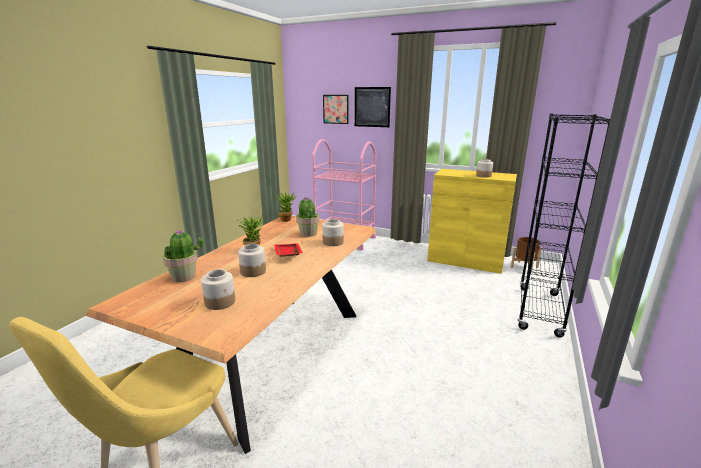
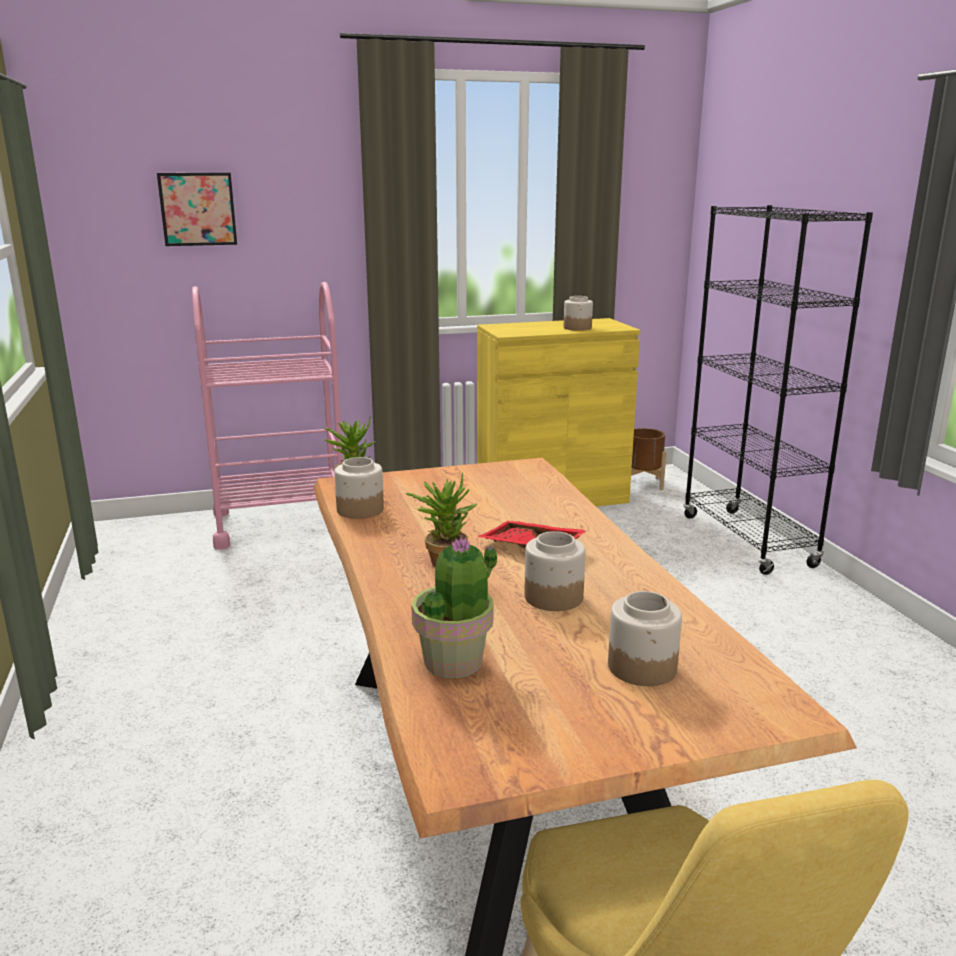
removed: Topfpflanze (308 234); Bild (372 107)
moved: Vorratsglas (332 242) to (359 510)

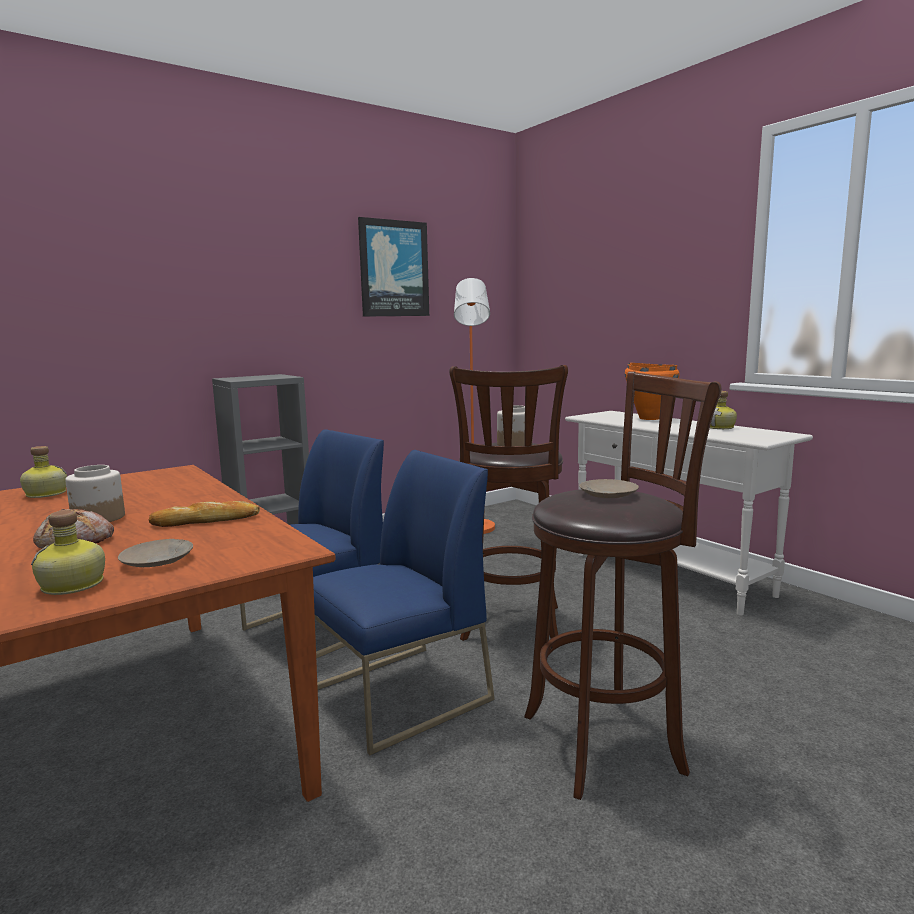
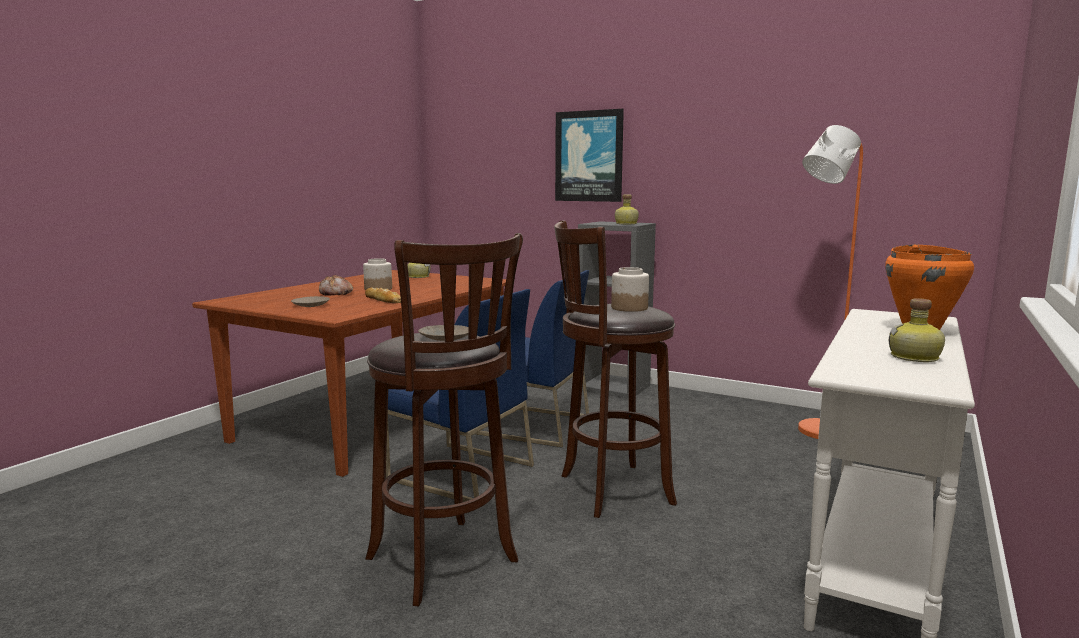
moved: Bild (393 269) to (589 156); Flasche (74 585) to (626 224)

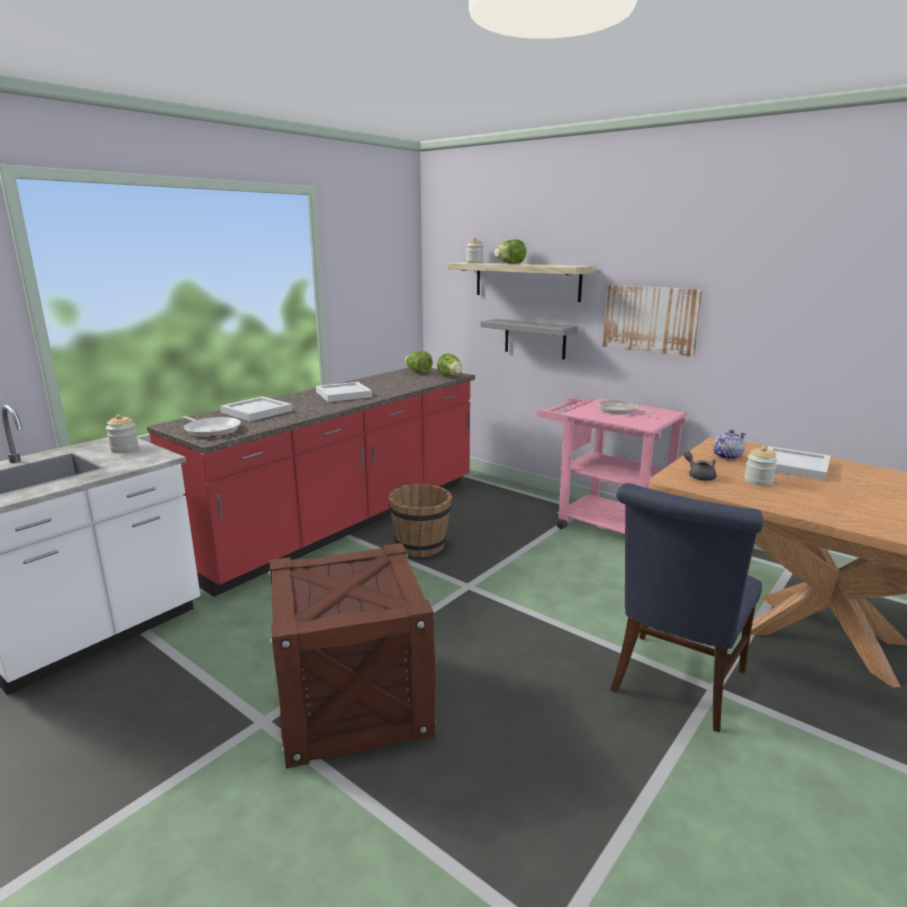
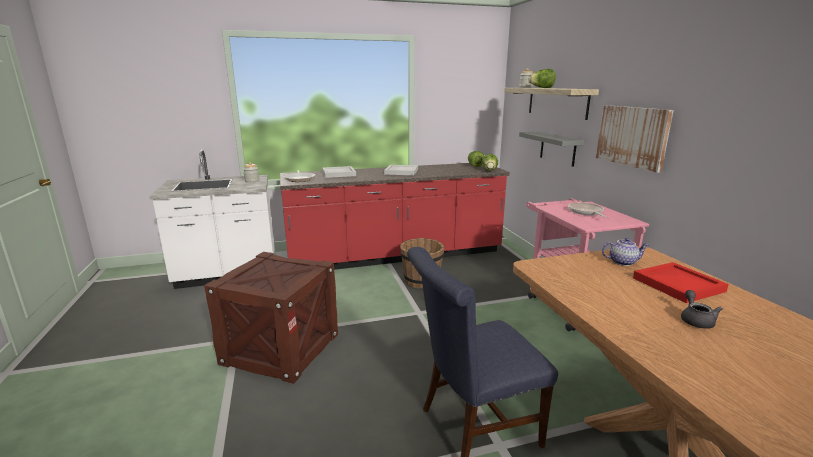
removed: Vorratsglas (758 481)
moved: Teekanne [grau] (699 476) to (696 320)
recoloured: Tablett [weiß] (795 466) to Tablett [rot] (678 285)

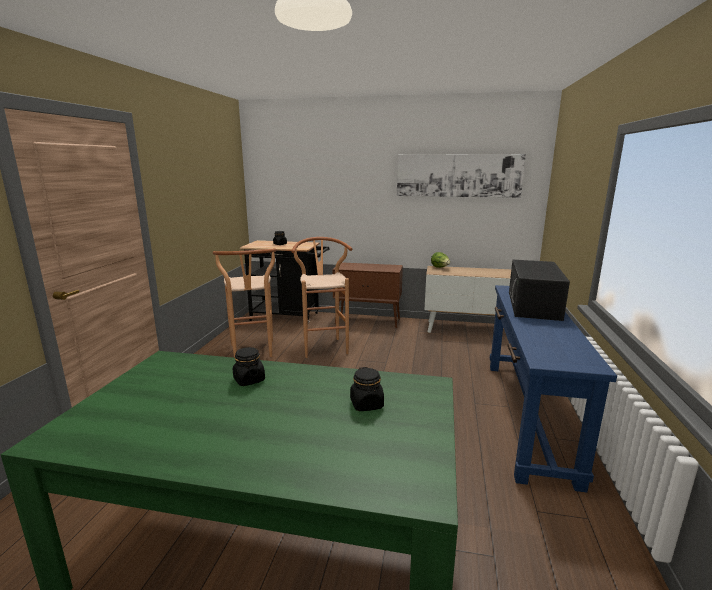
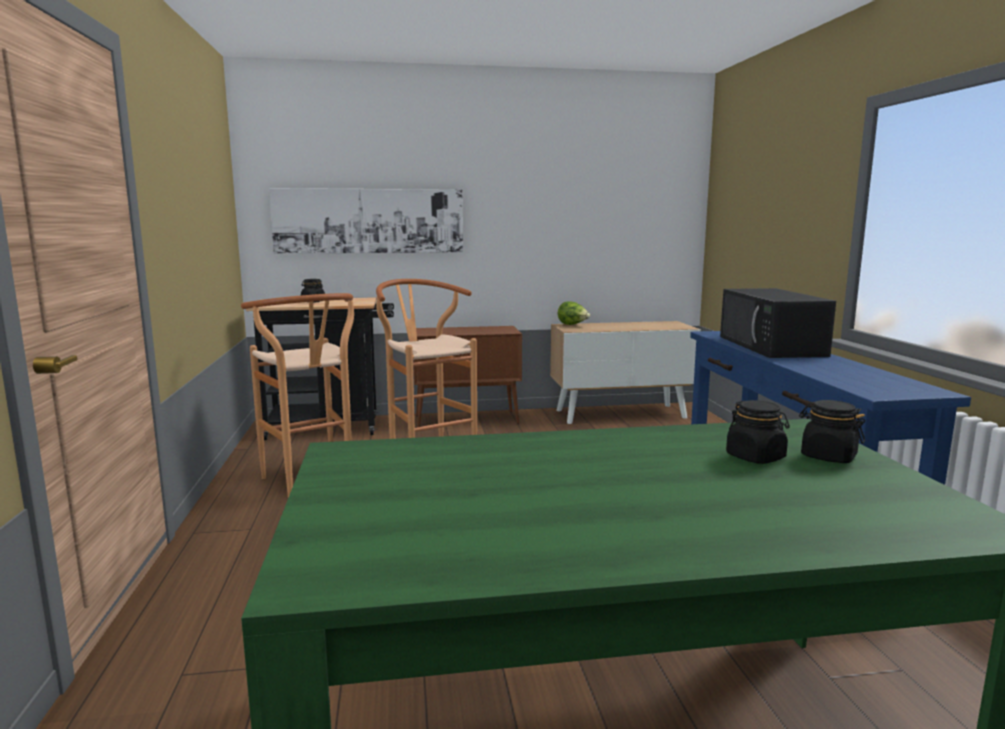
moved: Bild (458 175) to (369 221); Vorratsglas [schwarz] (249 380) to (828 456)

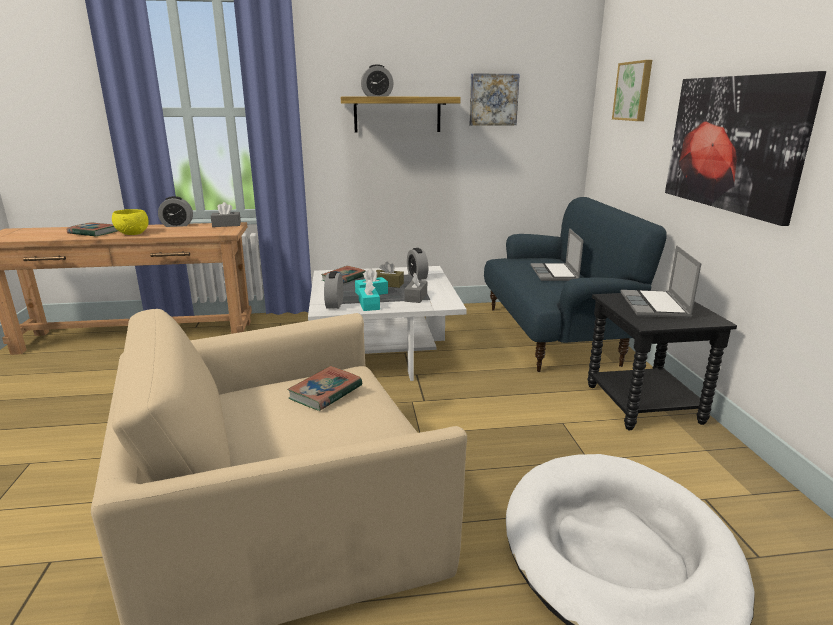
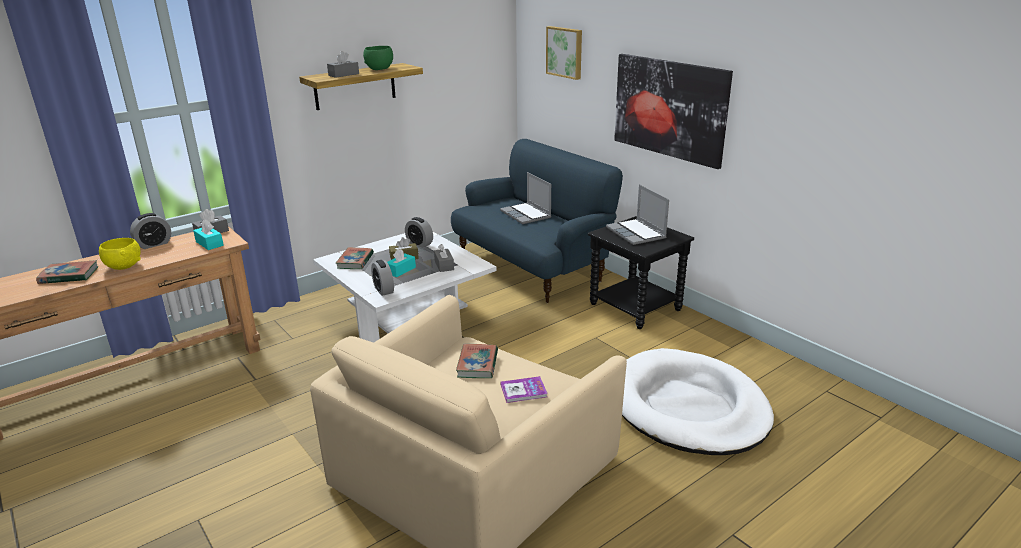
removed: Bild (493 99)
added: Schüssel [grün] (379 69); Buch (523 391)
moved: Taschentuchbox [türkis] (369 305) to (209 243)
replaced: Wecker (377 96) to Taschentuchbox [grau] (343 74)

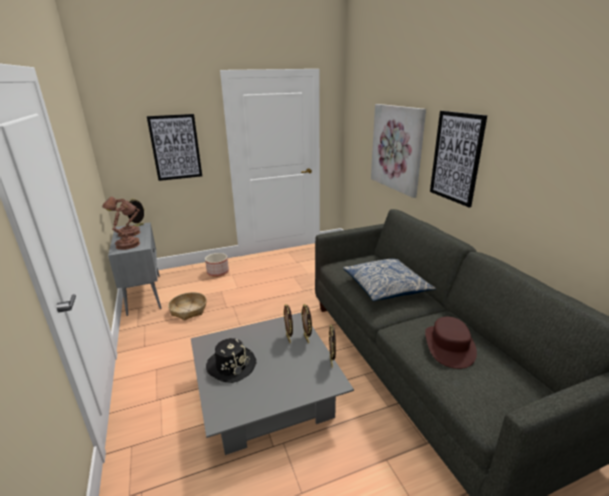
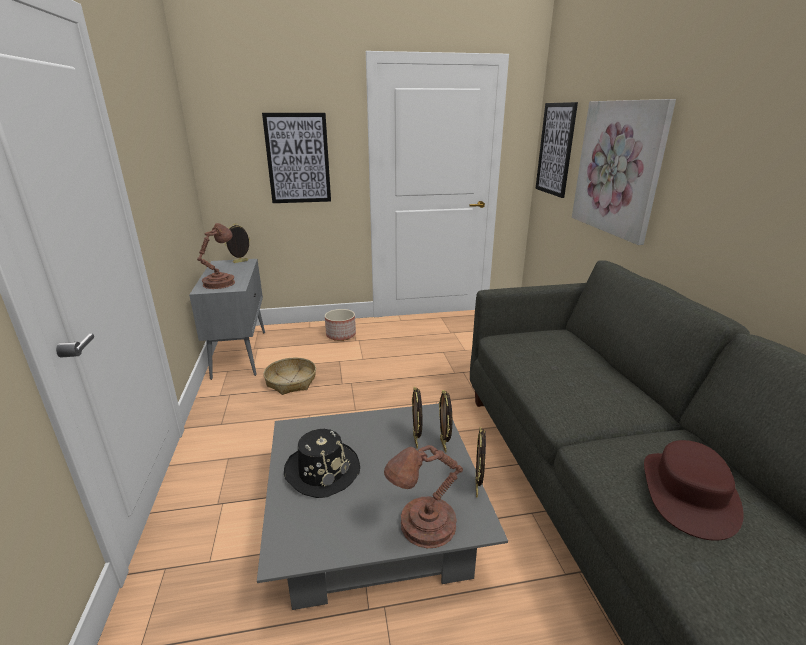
removed: Kissen (385 287)
moved: Tischlampe [braun] (127 234) to (424 527); Bild (456 157) to (555 149)

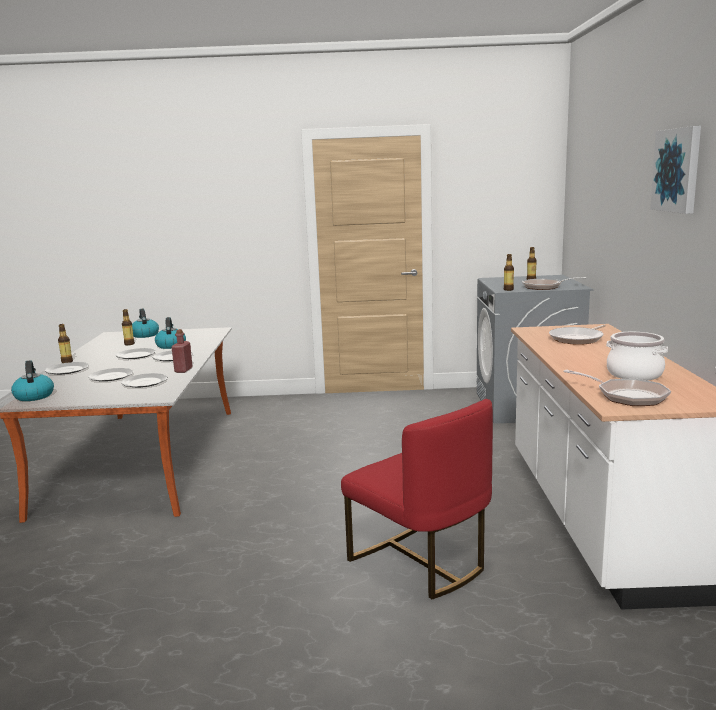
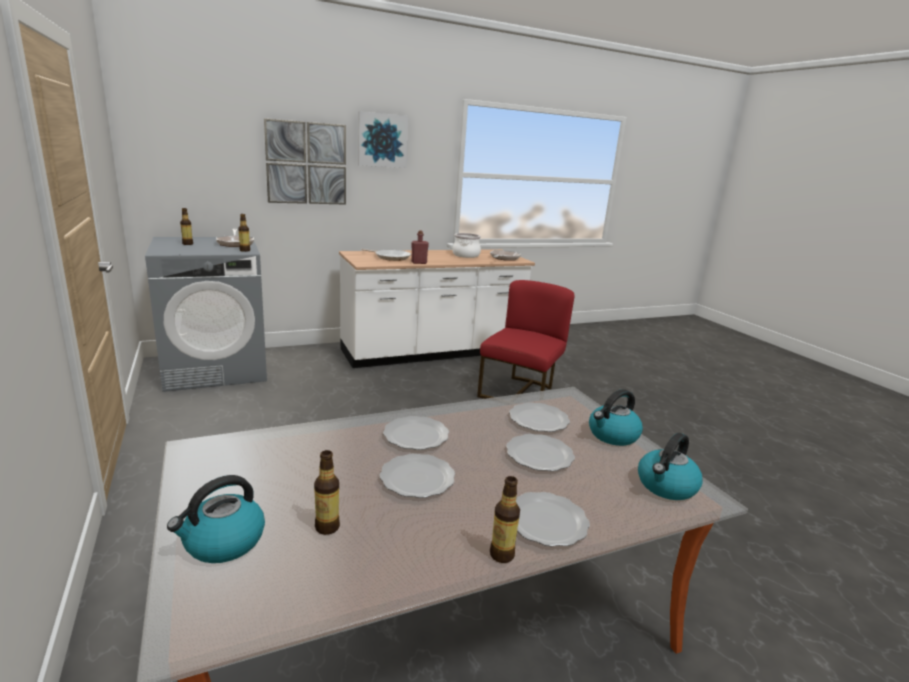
added: Bild (306 163)
moved: Flasche [rot] (183 370) to (419 263); Wasserkessel (171 345) to (612 435)

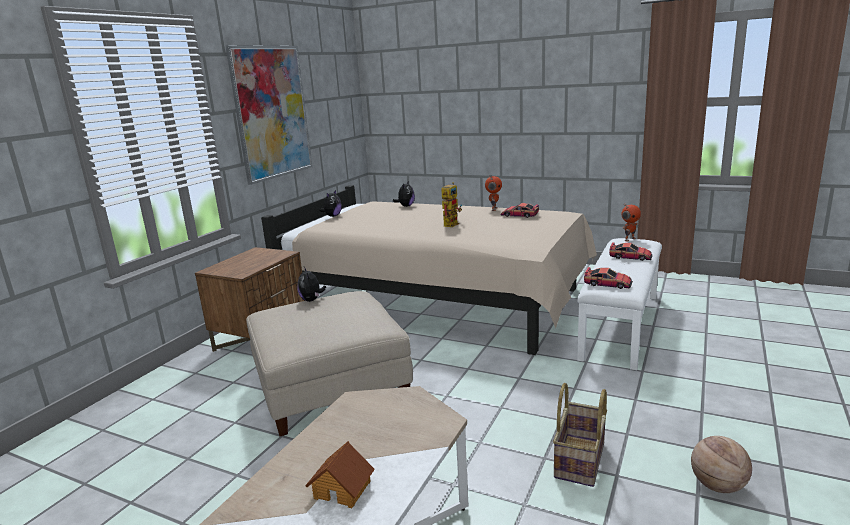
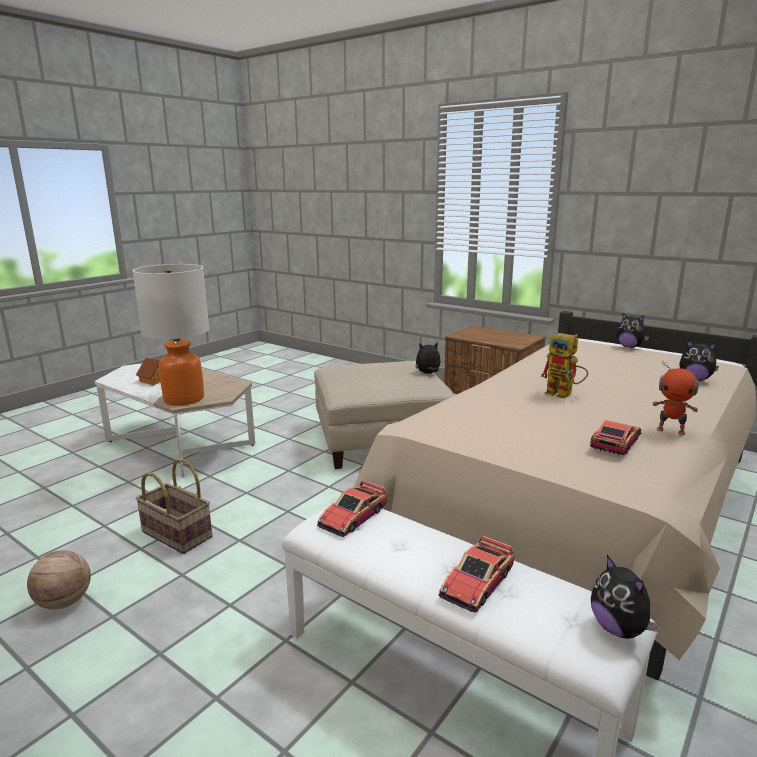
removed: Bild (272 112)
added: Tischlampe (184 399)
replaced: Spielzeugroboter (629 239) to Plüschtier (619 629)

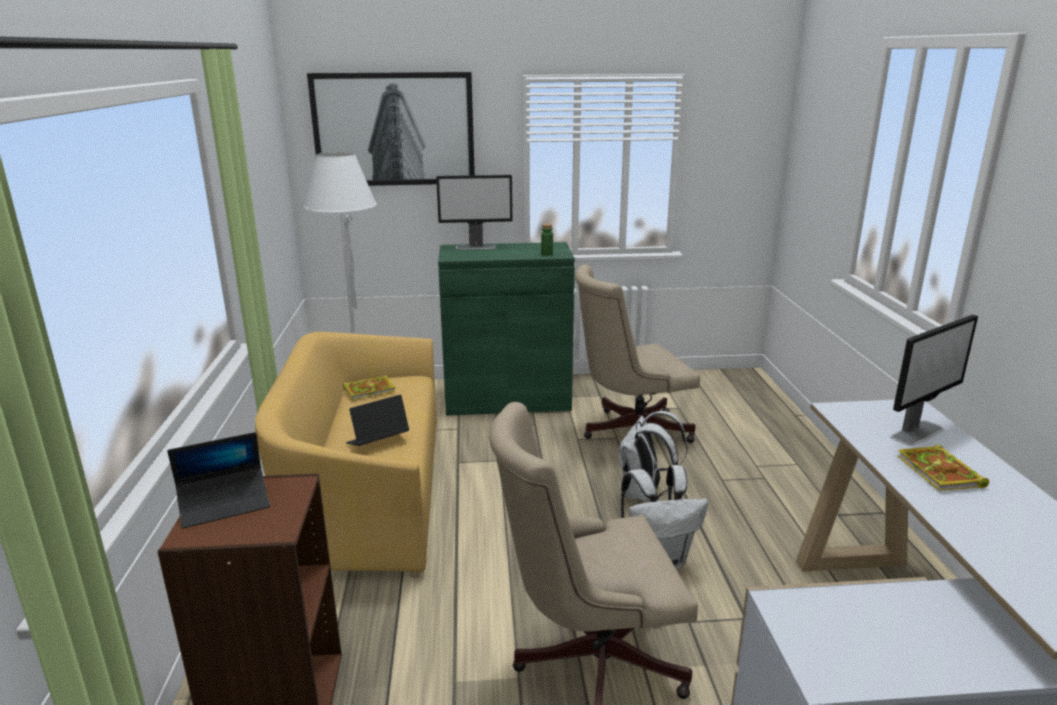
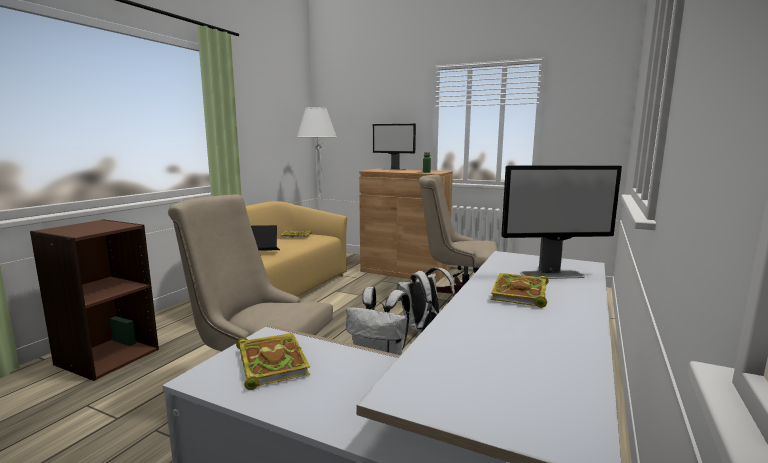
removed: Laptop (224 504); Bild (394 129)
added: Buch (271 362)
recoloured: Schrank [grün] (507 399) to Schrank [braun] (404 271)

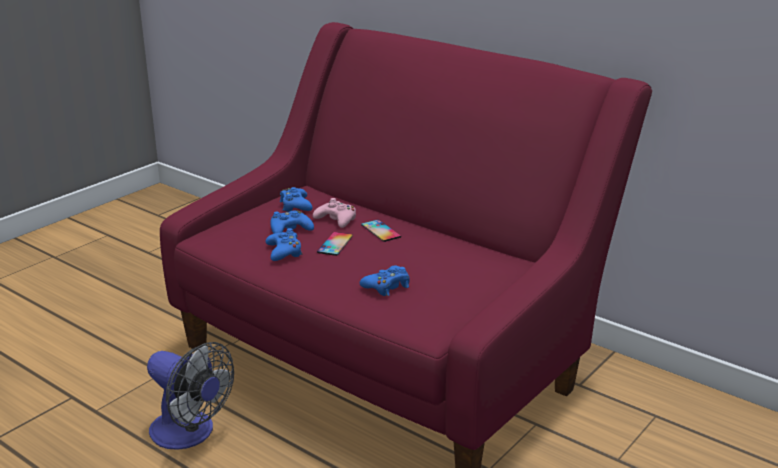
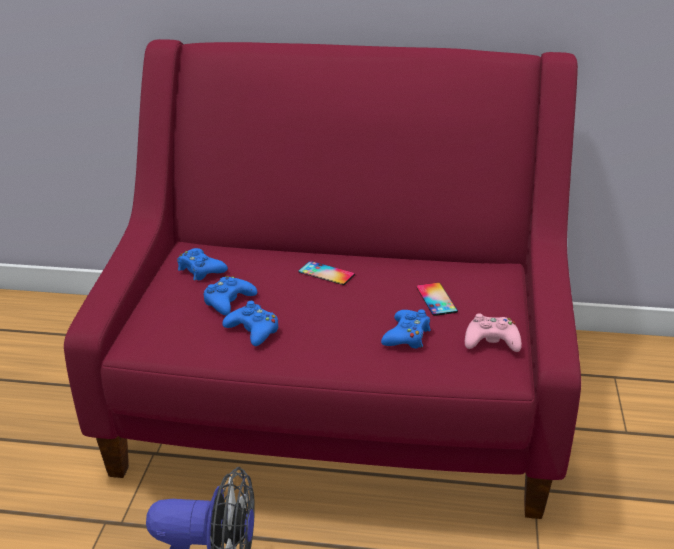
moved: Handy (335 244) to (436 299); Gamepad [rosa] (336 220) to (491 341)

